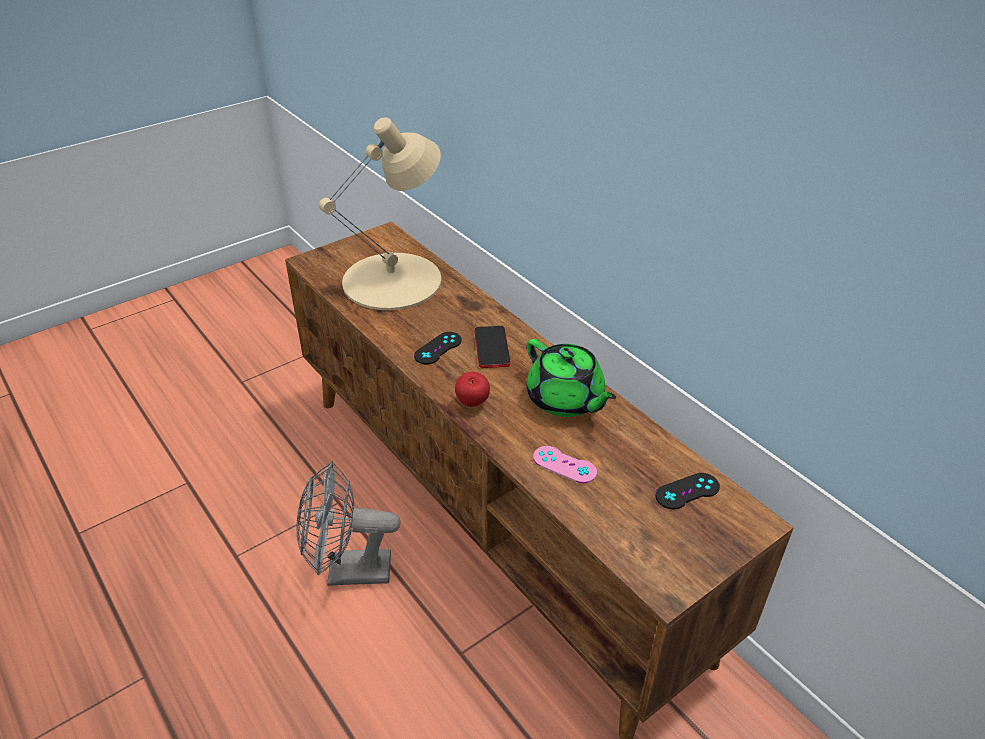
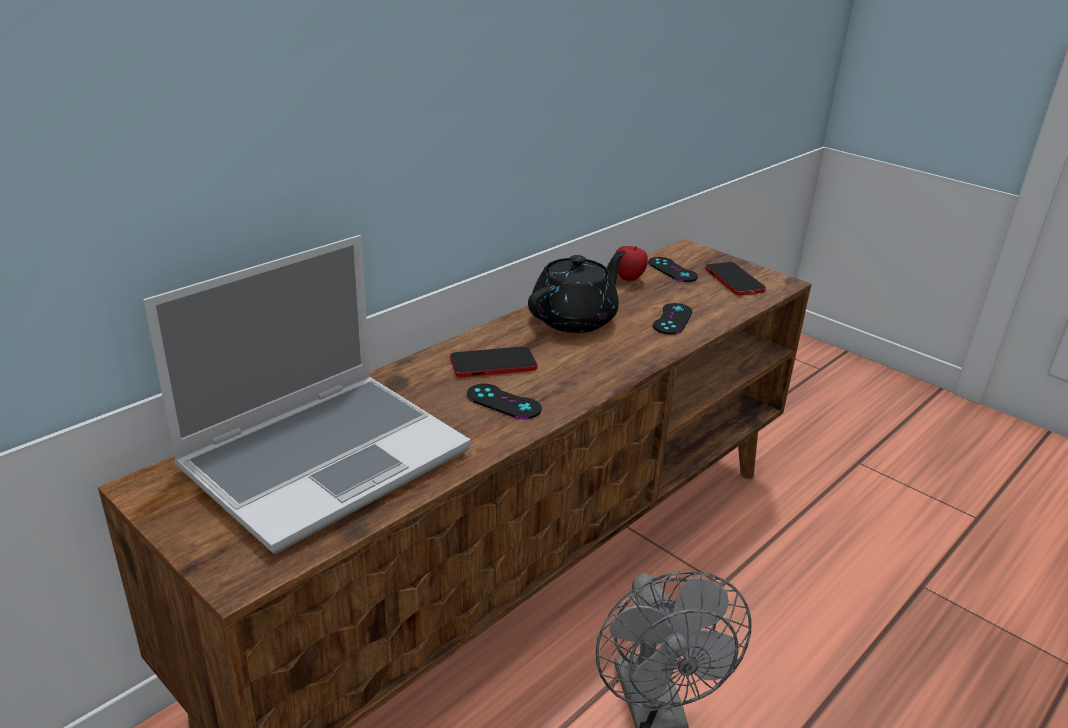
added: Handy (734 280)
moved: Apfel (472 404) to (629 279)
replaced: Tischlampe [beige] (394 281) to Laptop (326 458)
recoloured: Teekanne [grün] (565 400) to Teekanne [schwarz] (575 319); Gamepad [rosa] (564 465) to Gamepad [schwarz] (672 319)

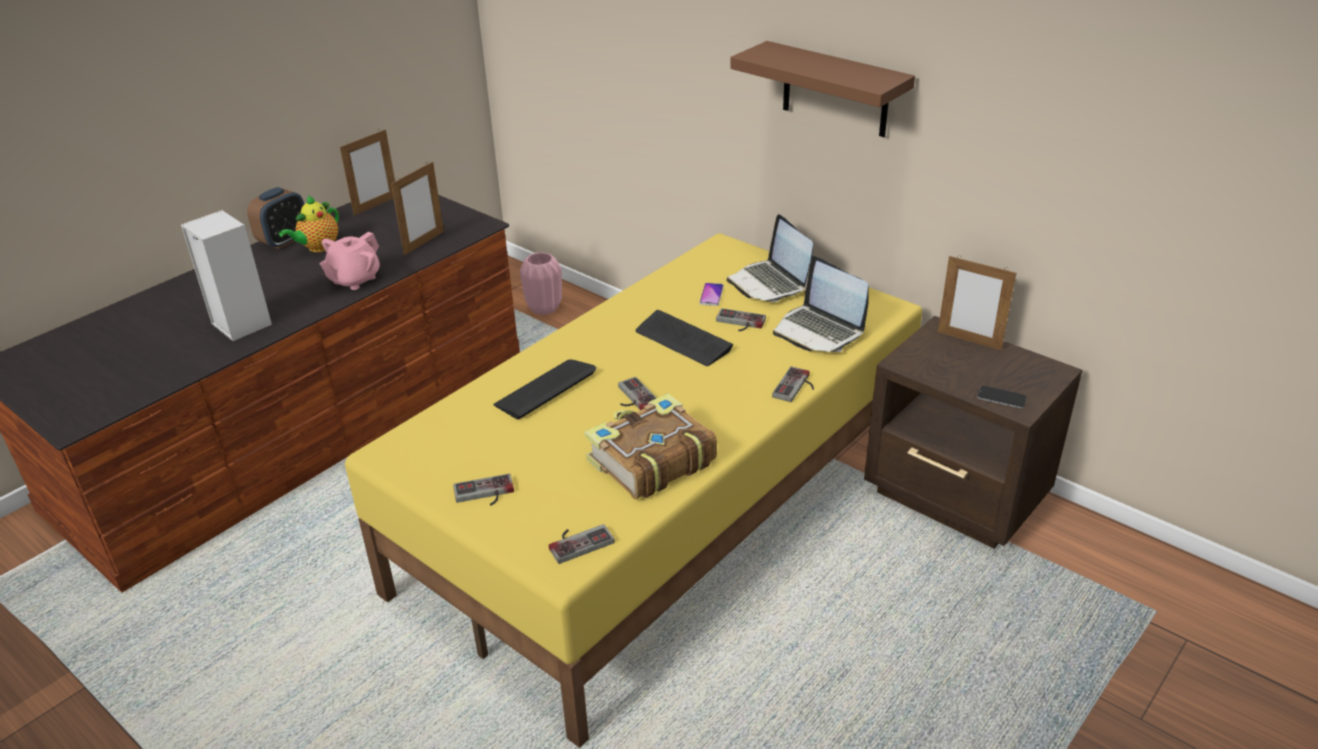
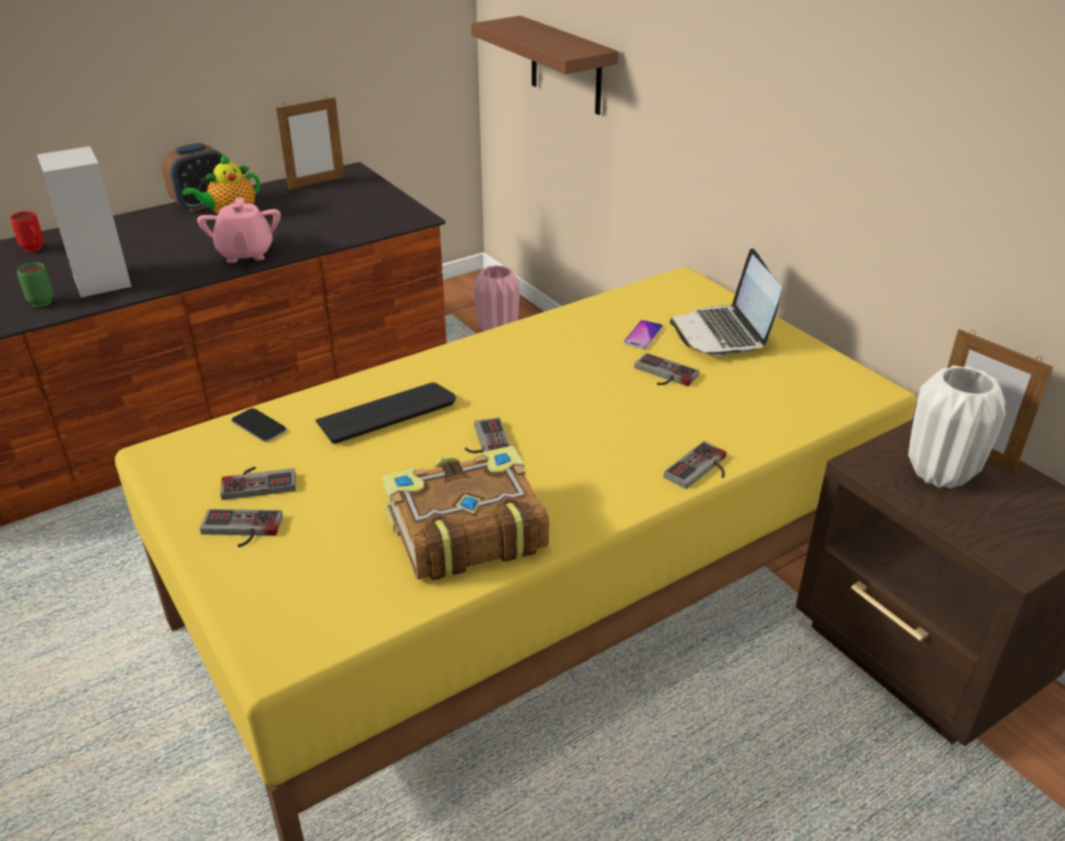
removed: Bilderrahmen (424 243); Tastatur (683 340); Laptop (819 331)
added: Henkelbecher [rot] (35 250); Henkelbecher [grün] (41 301); Vase [weiß] (939 473)
moved: Gamepad (578 541) to (259 481); Handy (1001 398) to (259 426); Wandregal [braun] (835 90) to (566 66)
turned: Teekanne [rosa] (354 280) = (245 254) 60 degrees counterclockwise

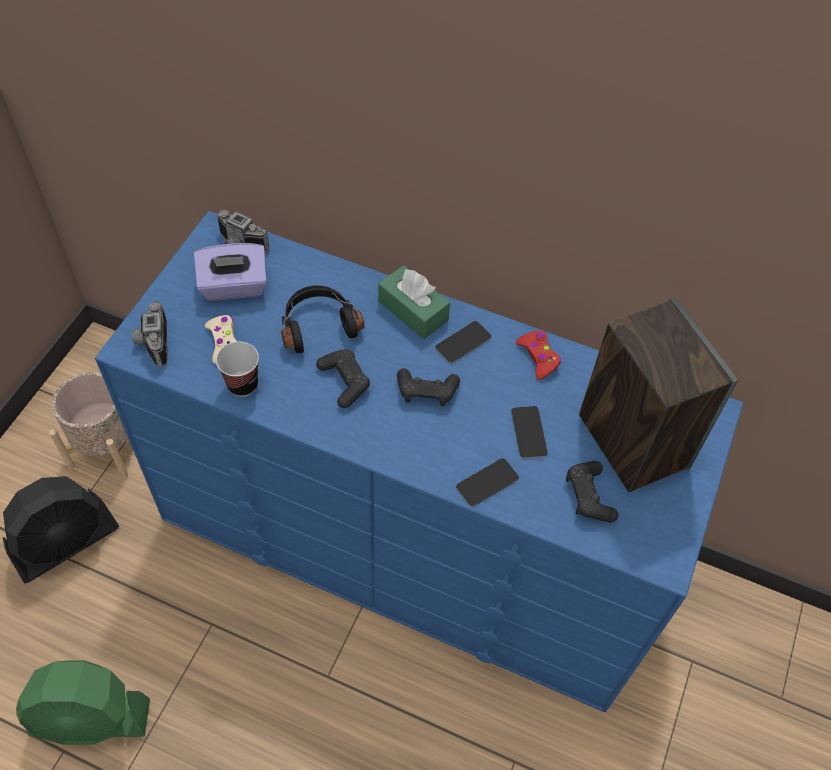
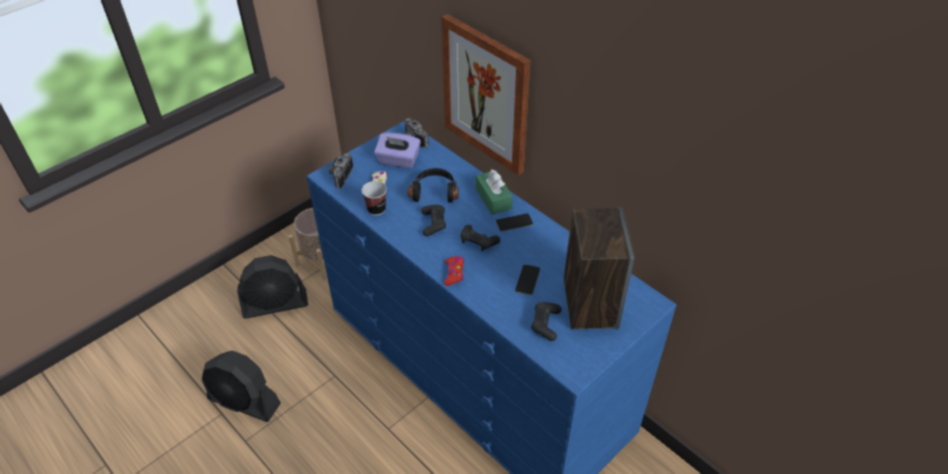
removed: Handy (487 483)
added: Bild (486 95)
moved: Gamepad [rot] (538 357) to (454 273)
recoloured: Ventilator [grün] (91 718) to Ventilator [schwarz] (244 402)

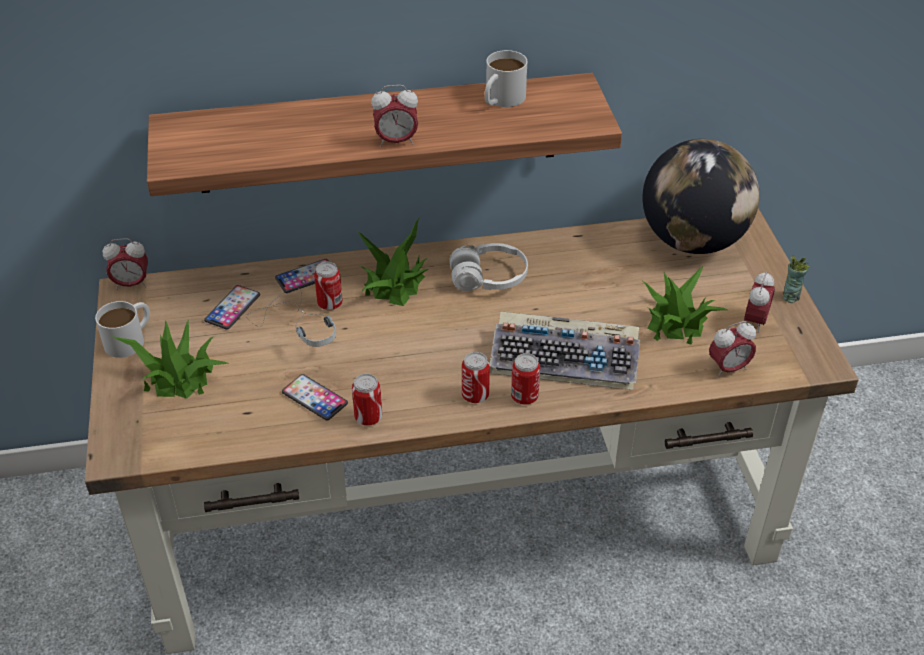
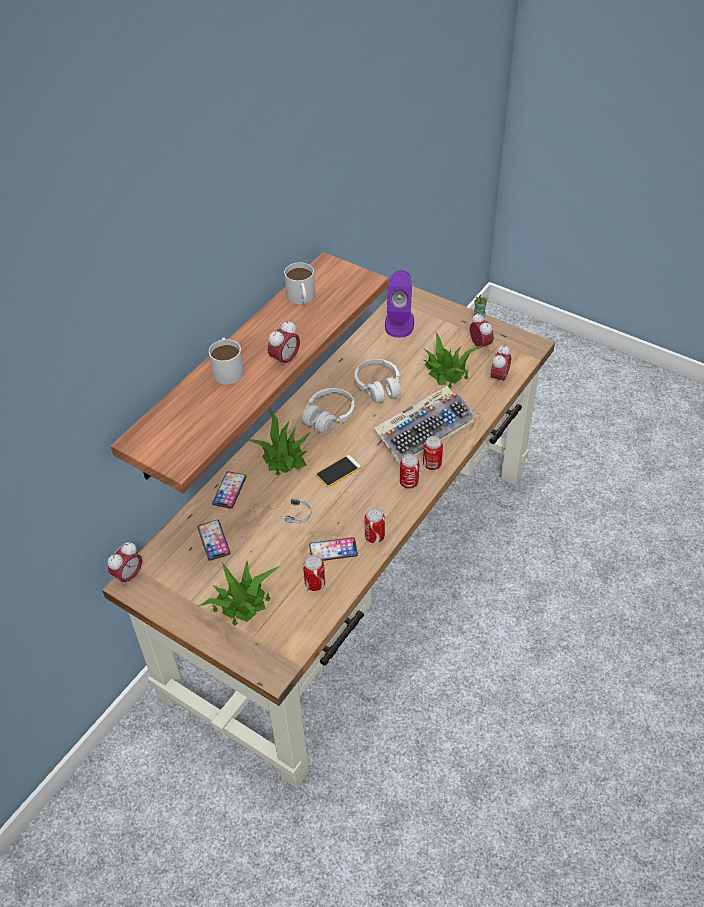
added: Handy (338 471); Kopfhörer [weiß] (378 387)
moved: Henkelbecher [weiß] (130 339) to (227 368); Dose (330 304) to (315 584)
replaced: Globus (693 241) to Lautsprecher [lila] (399 322)

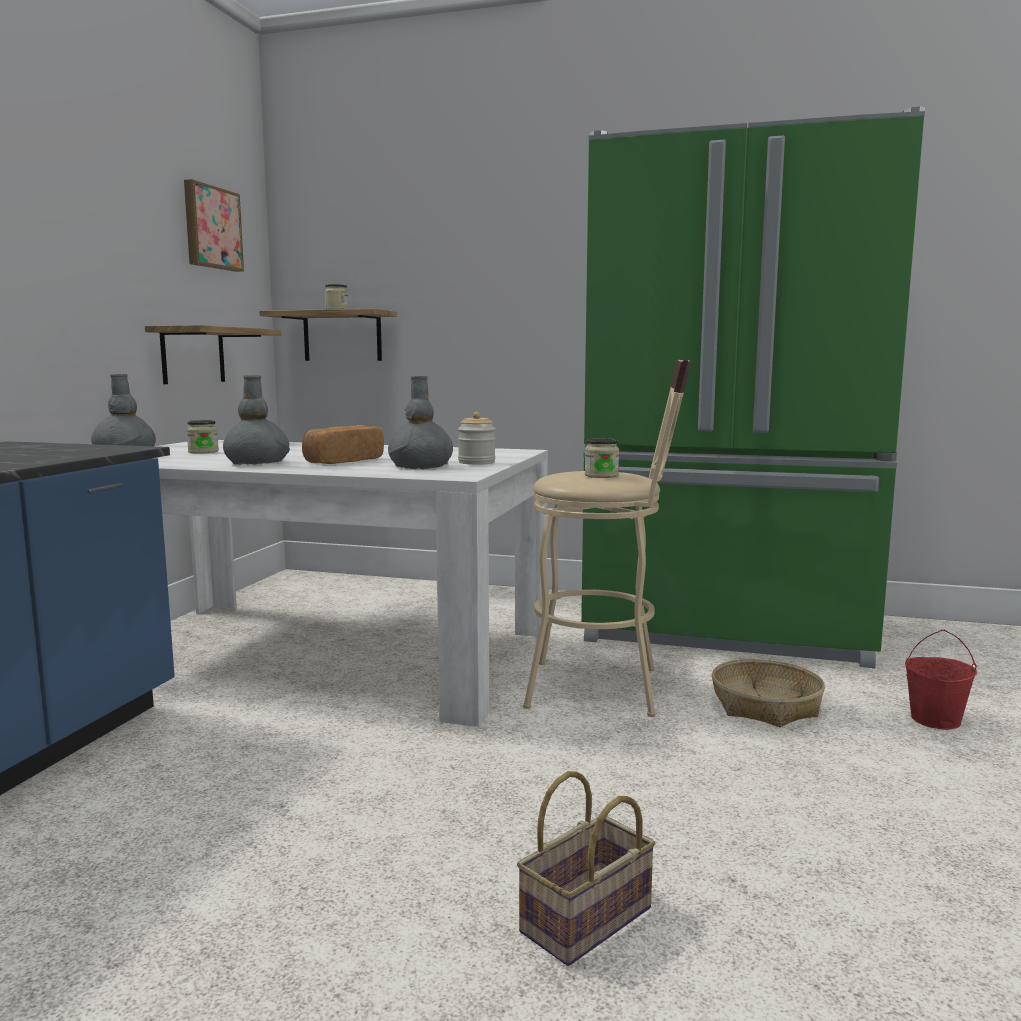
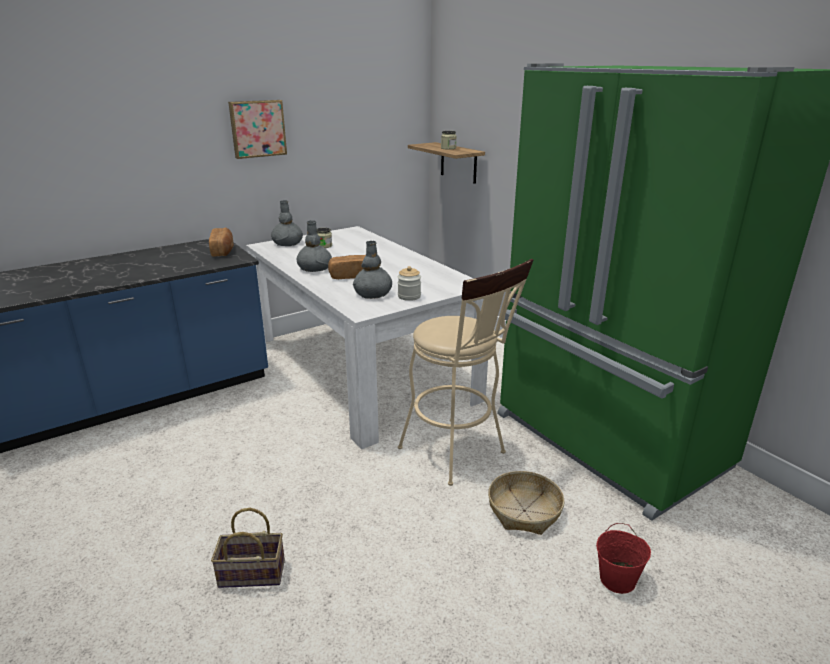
removed: Wandregal (193 355); Vorratsglas (601 475)
added: Brot (223 250)
moved: Bild (211 228) to (257 128)

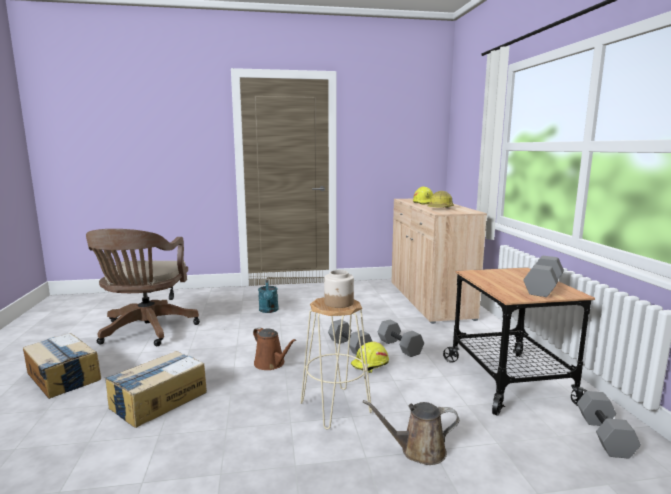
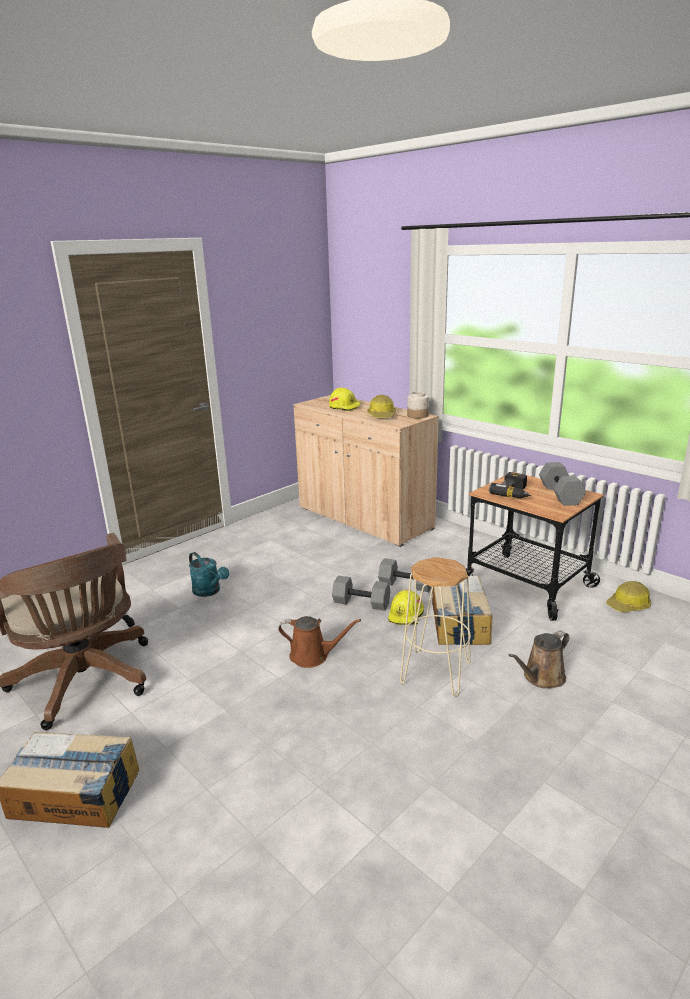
added: Bohrmaschine (514 493)
moved: Vorratsglas (339 303) to (418 415); Karton (158 400) to (459 622)
replaced: Hantel [grau] (605 436) to Schutzhelm (628 605)

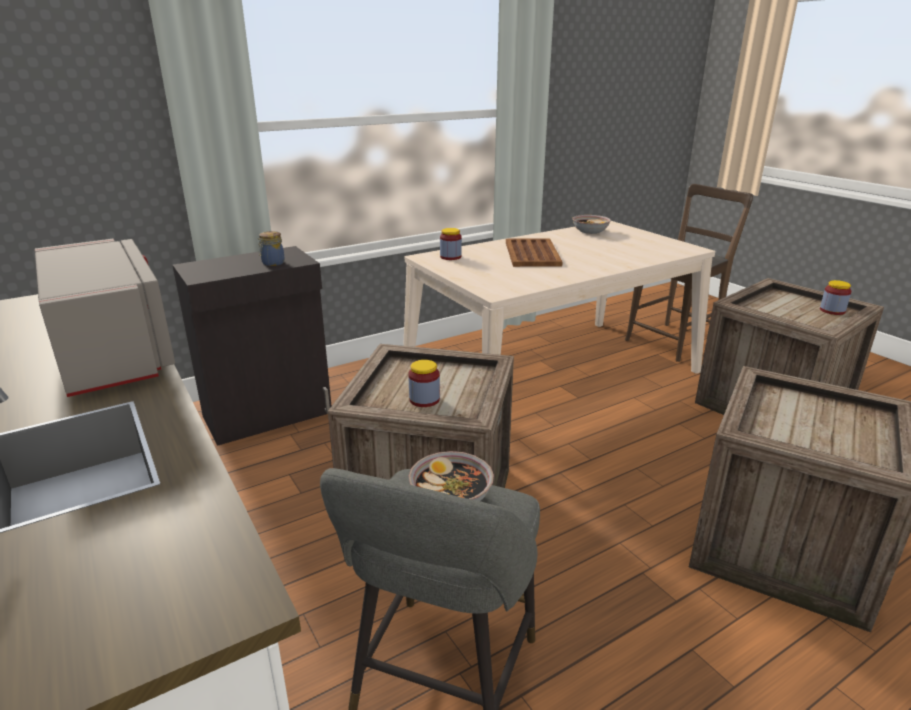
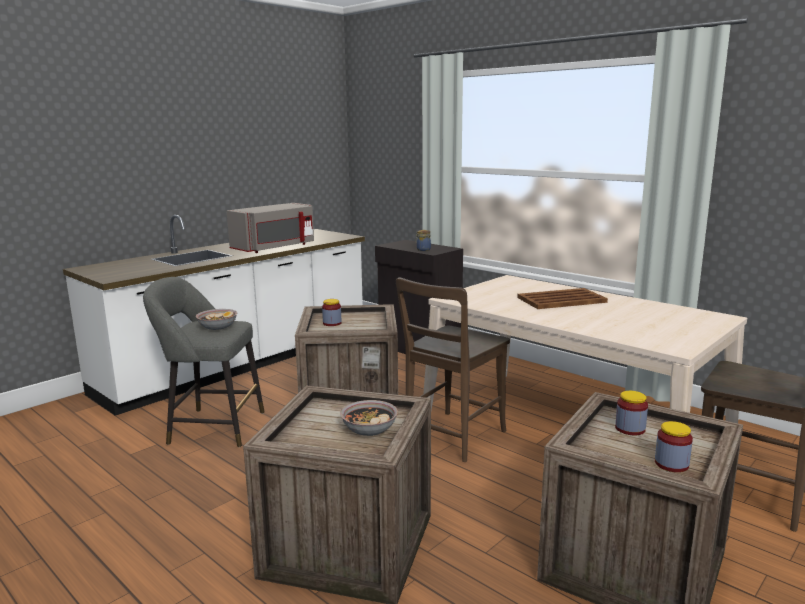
added: Stuhl [braun] (452 438)
moved: Schüssel (590 231) to (369 429); Vorratsglas (450 257) to (630 429)

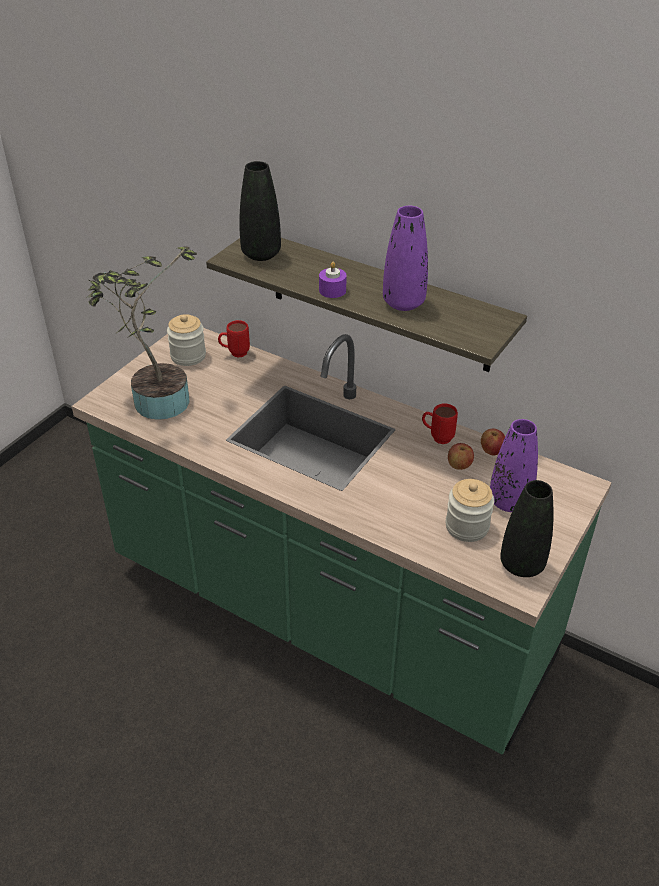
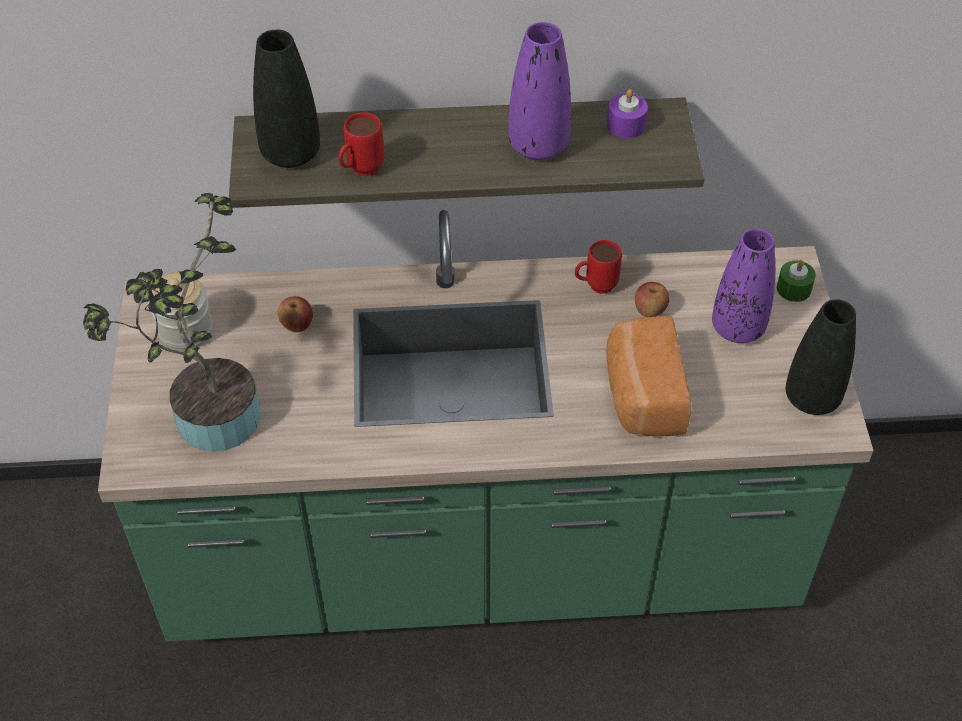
removed: Vorratsglas (467 526)
added: Brot (642 395); Kerze [grün] (793 288)
moved: Apfel (491 451) to (297 325); Henkelbecher [rot] (234 353) to (360 171); Kerze [lila] (332 290) to (626 125)

